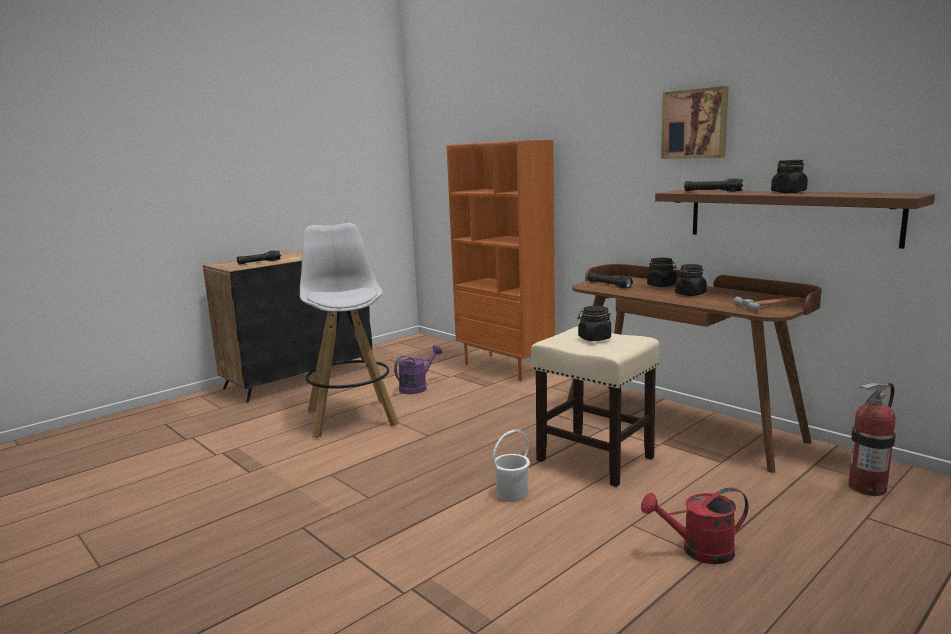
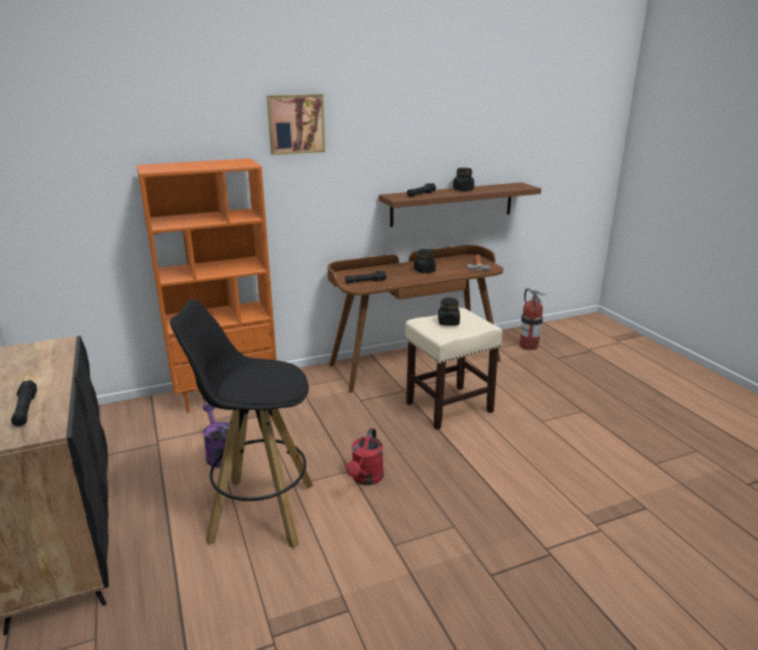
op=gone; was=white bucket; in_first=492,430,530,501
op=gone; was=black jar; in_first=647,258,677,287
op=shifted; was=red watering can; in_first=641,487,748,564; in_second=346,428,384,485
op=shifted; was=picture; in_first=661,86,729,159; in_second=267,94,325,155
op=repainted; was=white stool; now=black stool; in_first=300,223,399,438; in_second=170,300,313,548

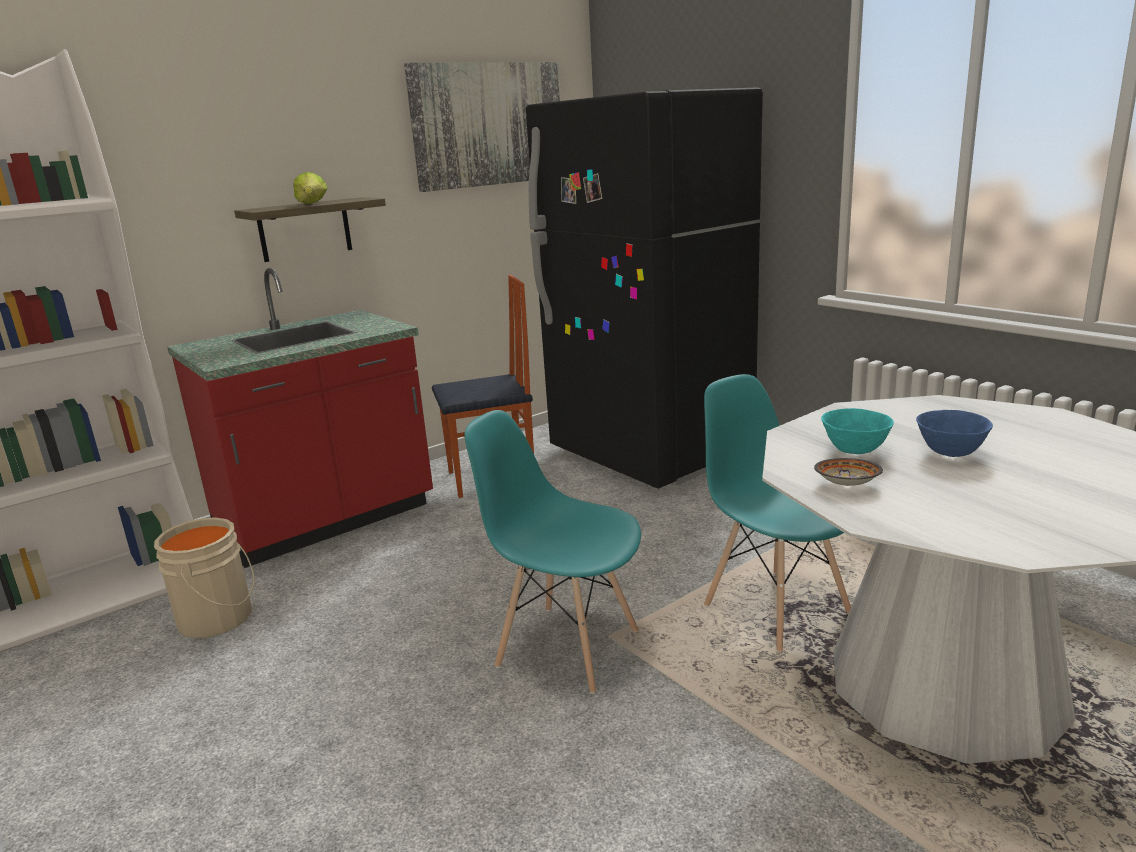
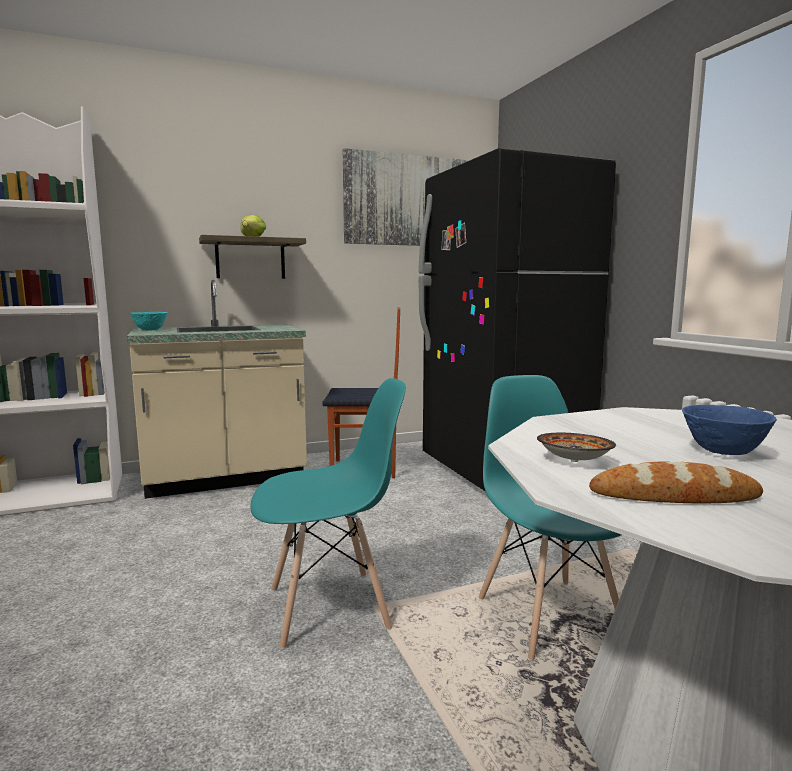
op=gone; was=beige bucket; in_first=154,517,255,638
op=new; now=bread; in_second=589,461,763,503
op=shifted; was=turquoise bowl; in_first=821,408,894,454; in_second=130,312,168,330
op=repainted; was=red counter; now=beige counter; in_first=167,268,433,568; in_second=127,280,307,499
op=rotated; was=turquoise chair; in_first=464,410,641,694; in_second=250,378,406,649; clockwise=120

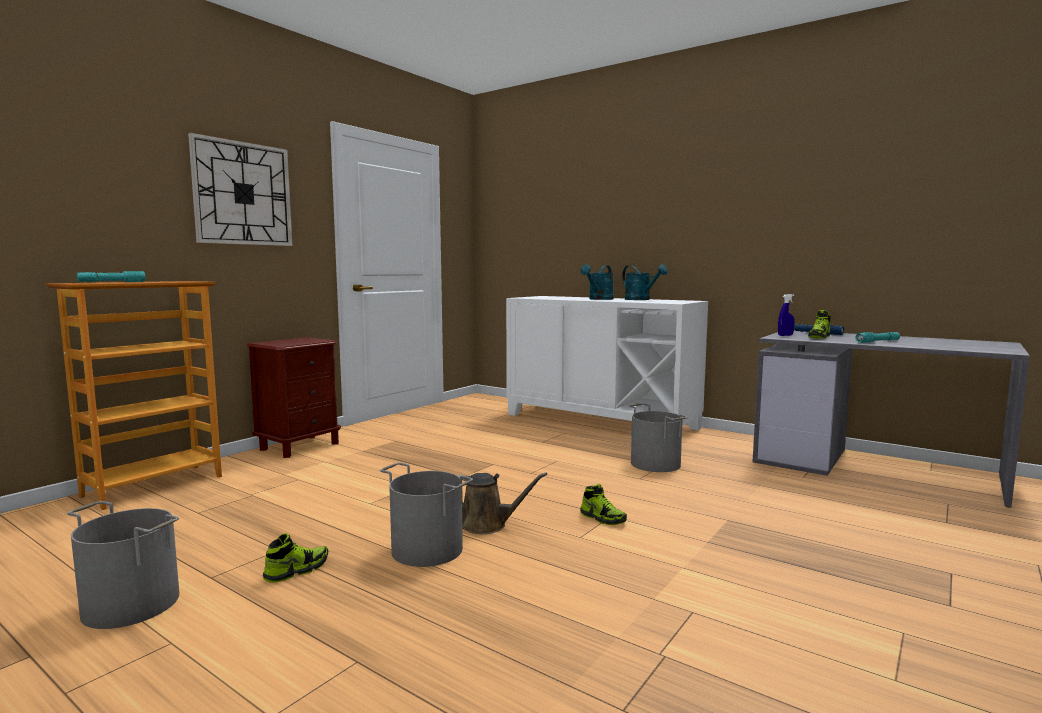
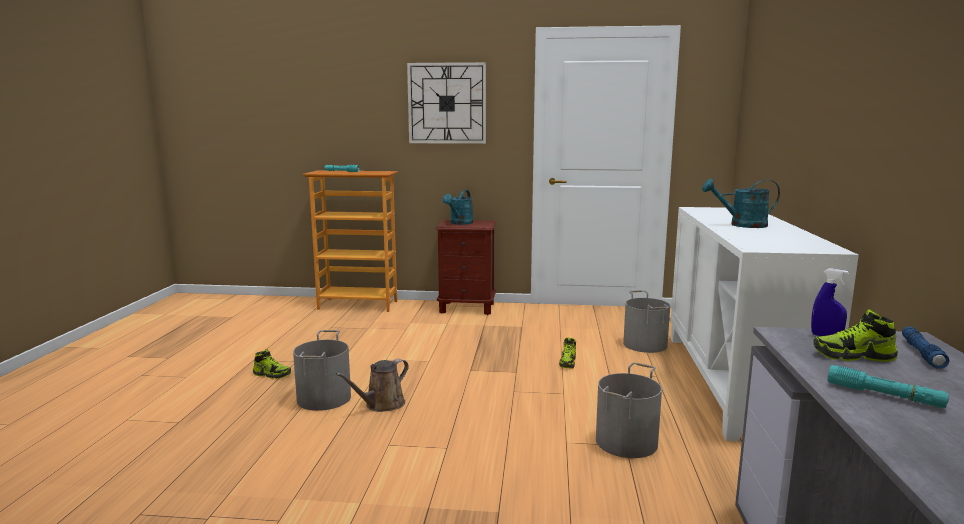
op=shifted; was=grey bucket; in_first=67,501,179,629; in_second=623,290,670,353
op=shifted; was=shoe; in_first=580,484,627,525; in_second=559,337,576,369
op=shifted; was=turquoise watering can; in_first=622,264,668,300; in_second=442,190,473,225
op=rotated; was=brown watering can; in_first=457,473,547,534; in_second=336,359,409,412; clockwise=60

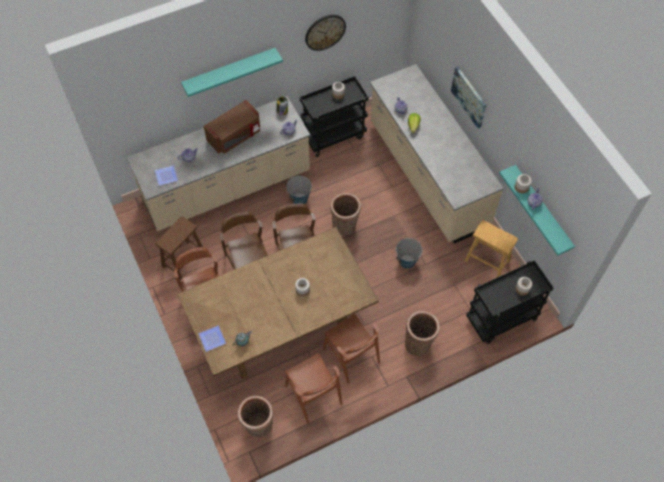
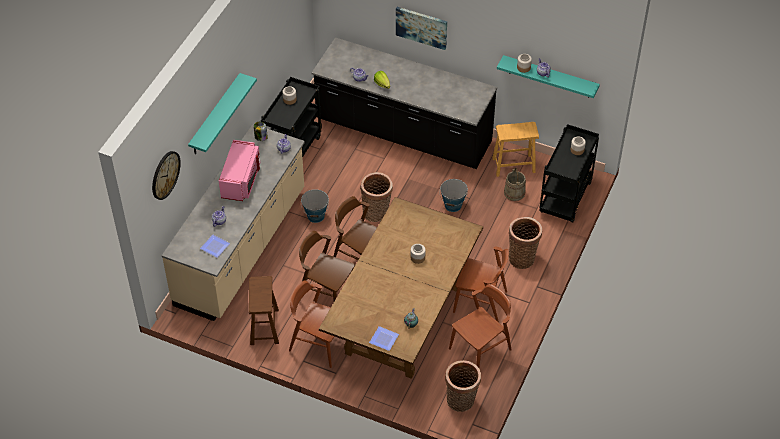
op=new; now=beige bucket; in_second=504,168,526,201
op=shifted; was=wall clock; in_first=305,15,346,51; in_second=152,151,181,200
op=repainted; was=brown microwave; now=pink microwave; in_first=204,100,260,154; in_second=219,140,260,201
op=repainted; was=beige counter; now=black counter; in_first=370,64,504,244; in_second=311,37,497,169
op=rotated; was=brown chair; in_first=285,353,342,424; in_second=449,284,512,367; clockwise=-60

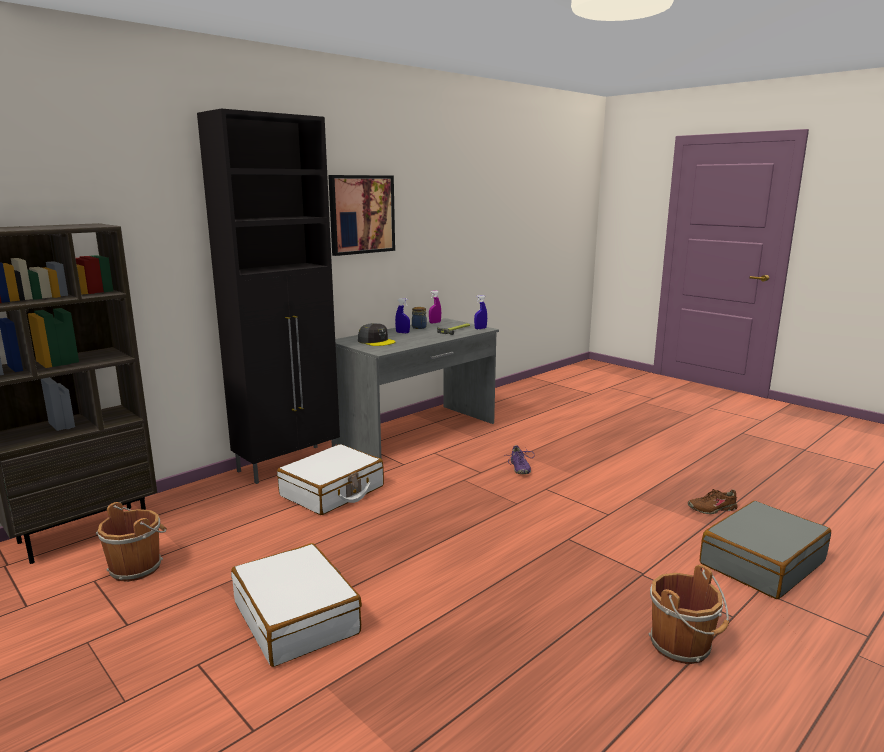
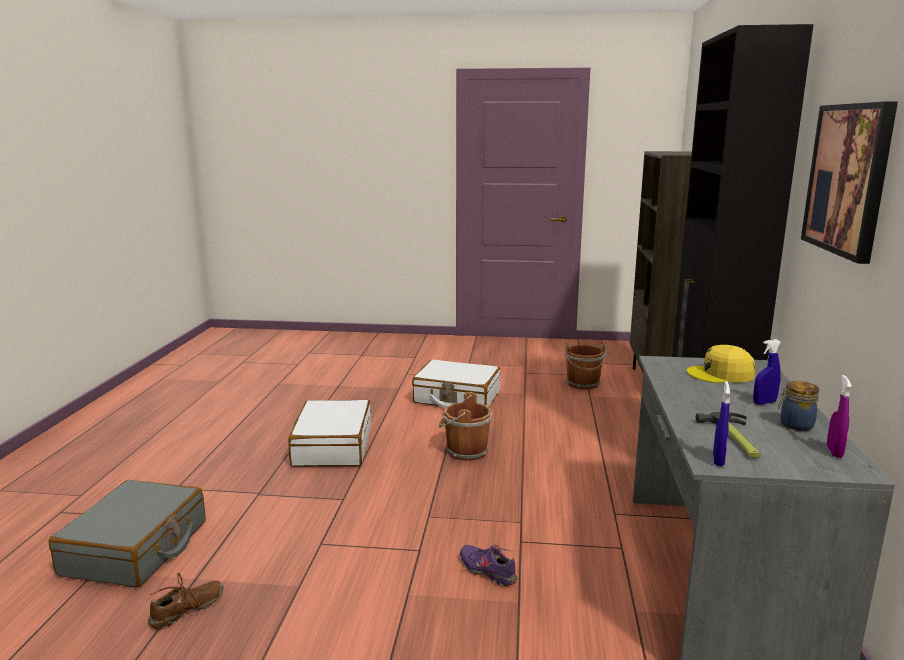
op=shifted; was=white suitcase; in_first=277,444,384,515; in_second=288,400,371,467
op=shifted; was=brown bucket; in_first=649,565,729,664; in_second=438,392,492,461
op=repainted; was=grey cap; now=yellow cap; in_first=358,323,396,346; in_second=687,345,755,383

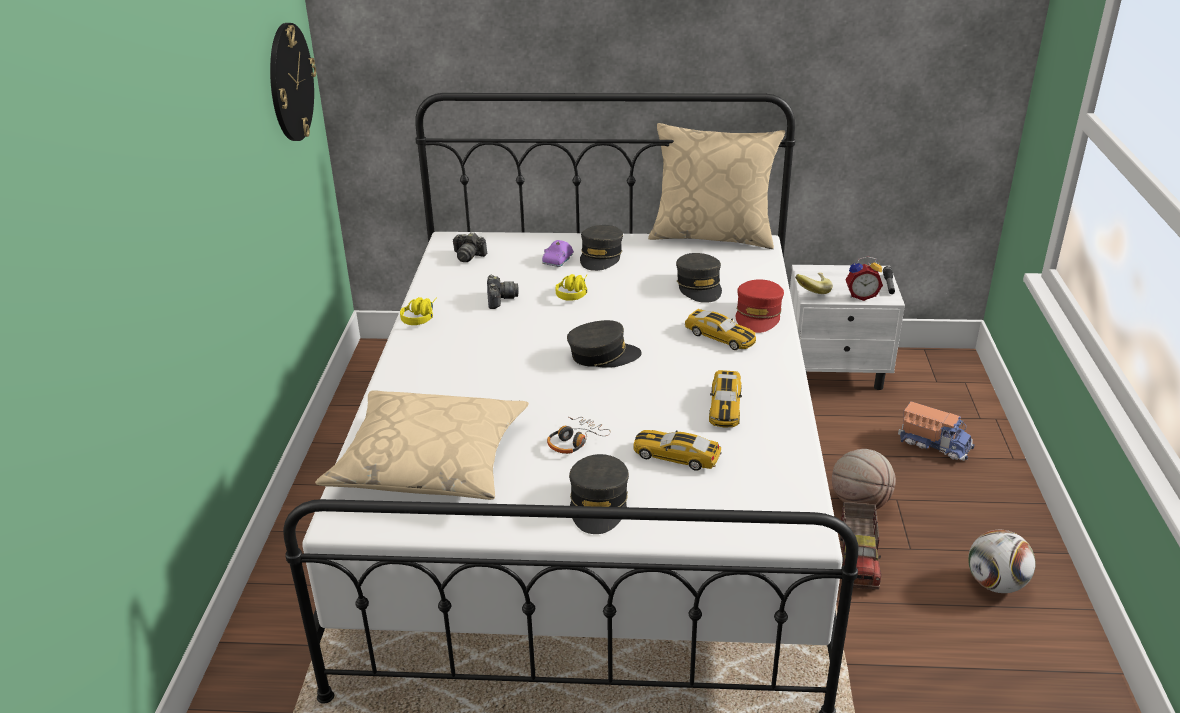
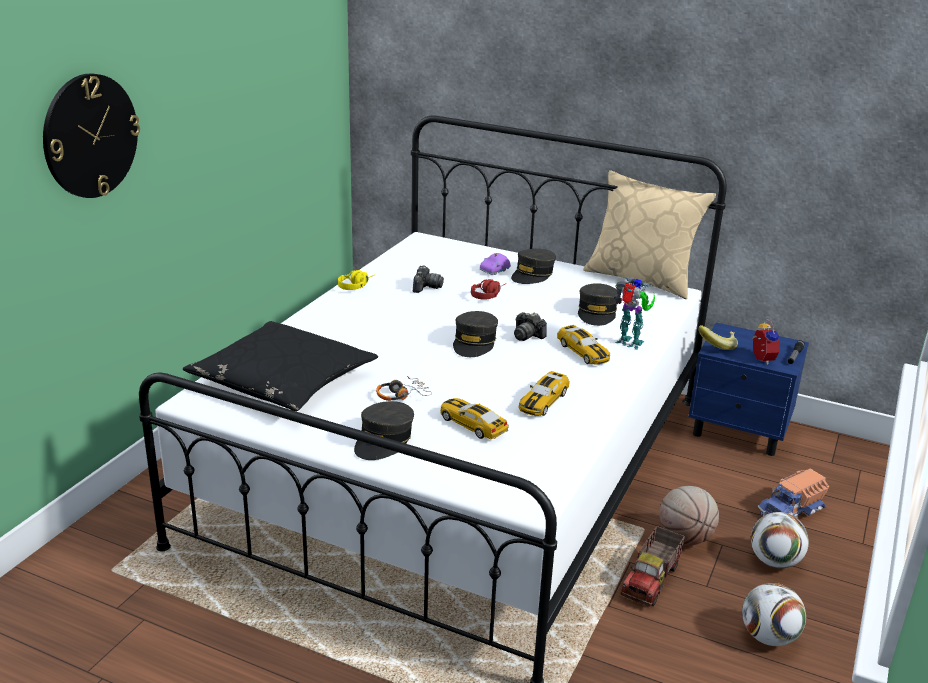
op=new; now=football; in_second=751,512,809,568
op=shifted; was=wall clock; in_first=270,23,316,141; in_second=43,74,140,198
op=shifted; was=photo camera; in_first=453,232,487,262; in_second=514,312,547,341
op=swapped; was=red cap; now=toy robot; in_first=736,279,784,333; in_second=615,277,655,350
op=repainted; was=beige pillow; now=black pillow; in_first=315,390,529,500; in_second=183,321,378,411
op=repainted; was=yellow headphones; now=red headphones; in_first=556,274,587,301; in_second=471,279,506,300
op=repainted; was=white nightstand; now=blue nightstand; in_first=790,265,905,390; in_second=688,323,809,456
op=rotated; was=grey cap; in_first=567,320,642,368; in_second=453,311,498,357; clockwise=90
op=rotated; was=alarm clock; in_first=845,256,883,301; in_second=752,319,779,365; clockwise=-120
op=rotated; was=toy truck; in_first=898,401,974,461; in_second=758,469,829,520; clockwise=90

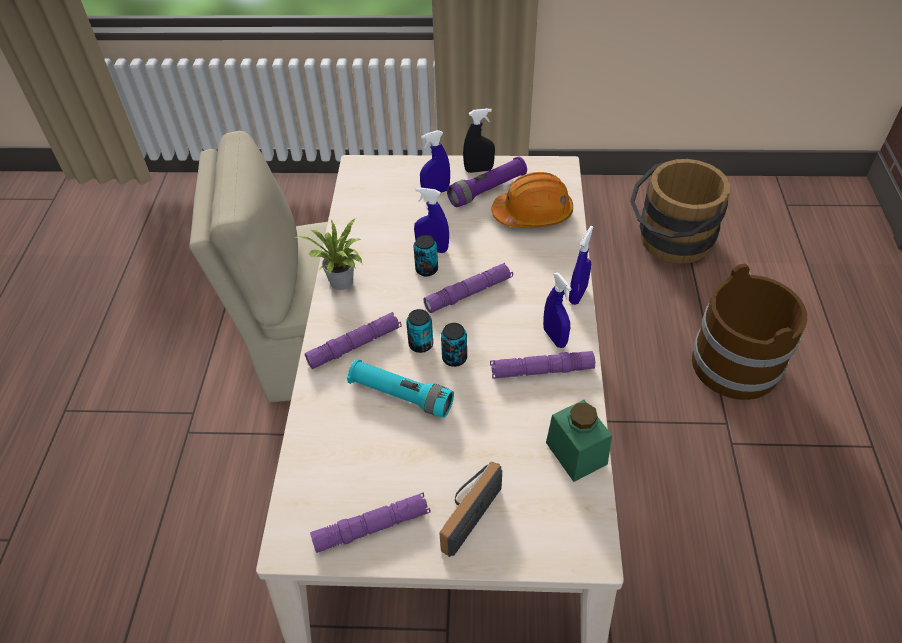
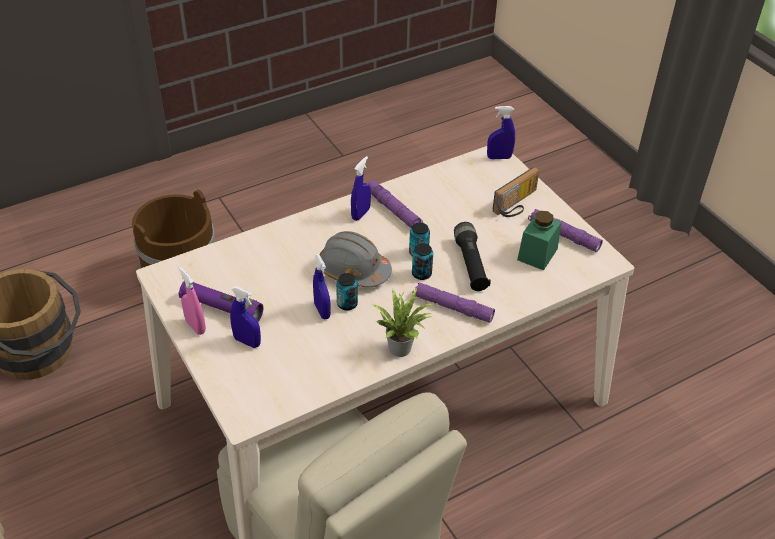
op=gone; was=orange hard hat; in_first=491,172,573,228
op=shifted; was=green jar; in_first=546,400,612,482; in_second=517,211,561,271
op=shifted; was=blue spray bottle; in_first=569,226,594,305; in_second=487,106,515,159
op=swapped; was=purple flashlight; now=grey hard hat; in_first=423,263,513,313; in_second=319,231,392,288
op=repainted; was=turquoise flashlight; now=black flashlight; in_first=347,359,454,418; in_second=454,222,491,291
op=repainted; was=black spray bottle; now=pink spray bottle; in_first=463,108,495,173; in_second=178,267,206,335
op=rotated; was=radio; in_first=439,462,502,557; in_second=493,167,539,217; clockwise=-45

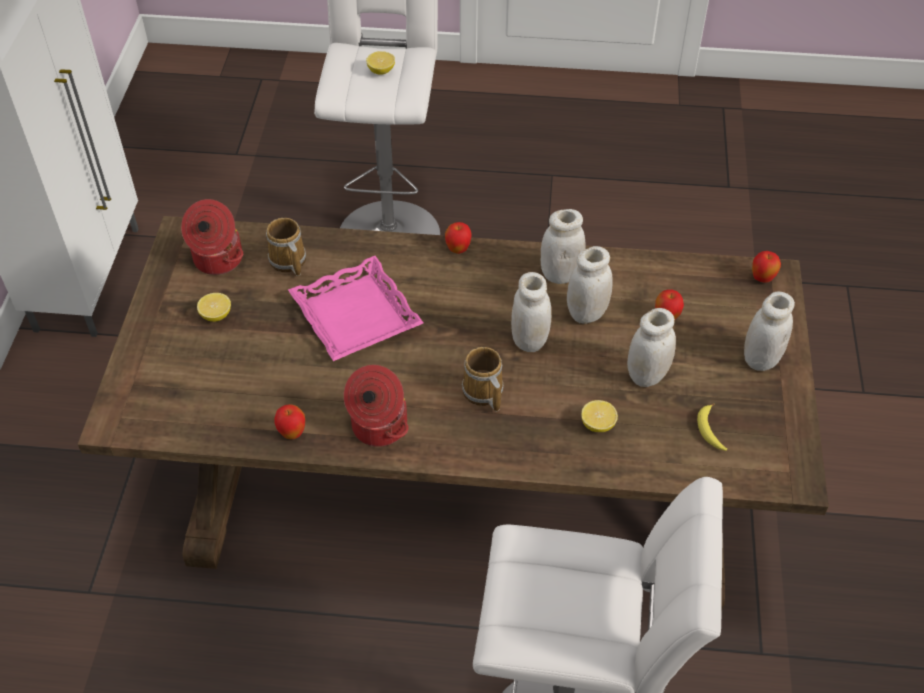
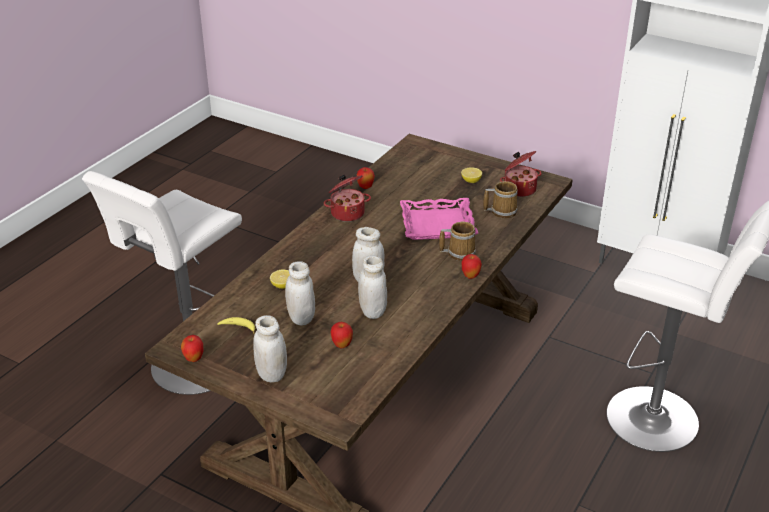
op=gone; was=lemon; in_first=366,51,395,75
op=gone; was=white jar; in_first=541,209,585,284
op=shifted; was=mug; in_first=462,347,504,411; in_second=439,221,476,261
op=shifted; was=apple; in_first=752,251,781,283; in_second=181,335,203,362

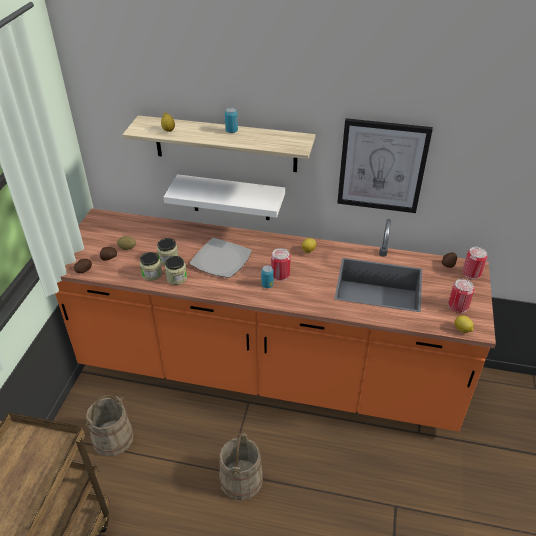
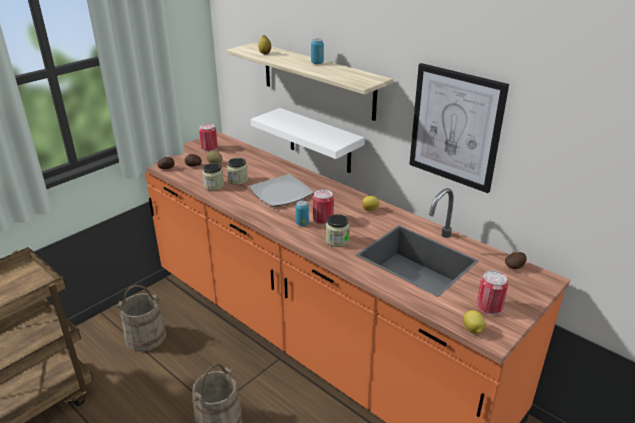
op=shifted; was=jar; in_first=165,256,187,285; in_second=326,214,350,247
op=shifted; was=can; in_first=463,247,488,279; in_second=199,123,218,152

